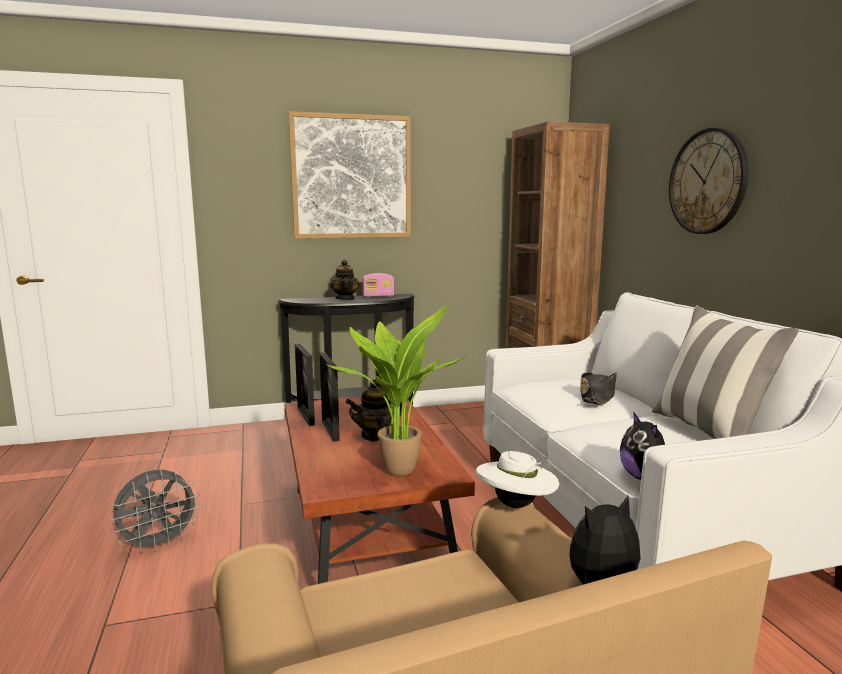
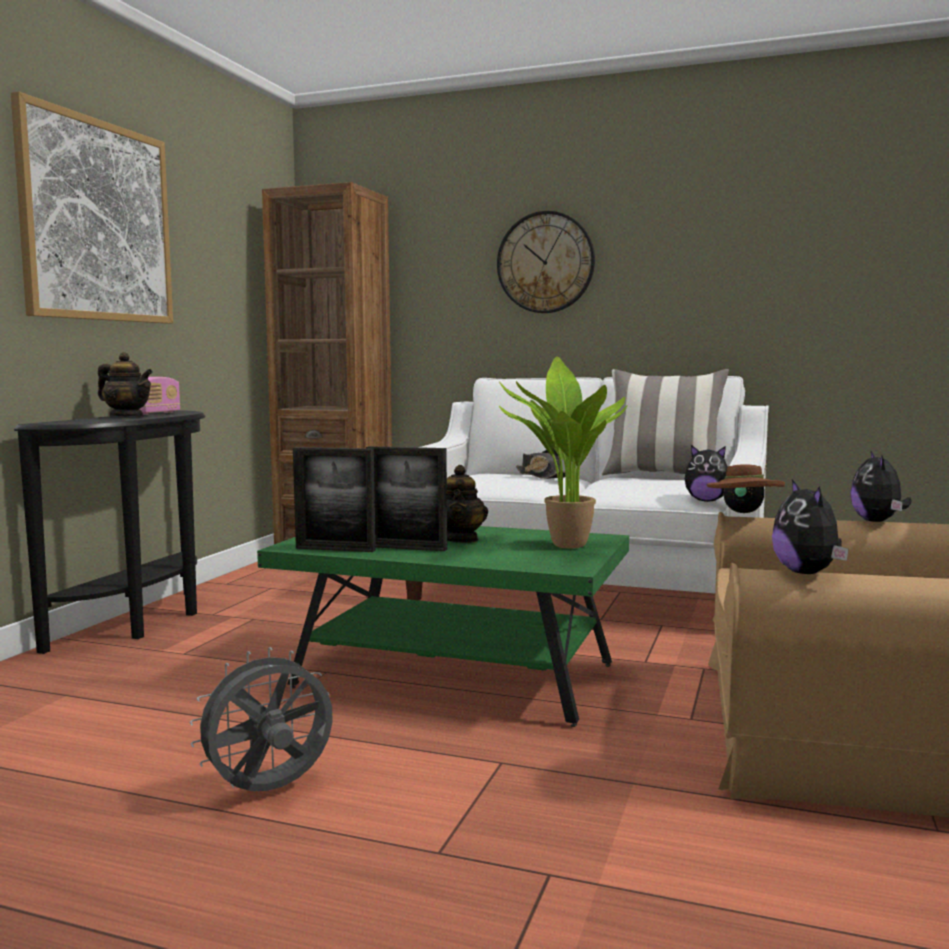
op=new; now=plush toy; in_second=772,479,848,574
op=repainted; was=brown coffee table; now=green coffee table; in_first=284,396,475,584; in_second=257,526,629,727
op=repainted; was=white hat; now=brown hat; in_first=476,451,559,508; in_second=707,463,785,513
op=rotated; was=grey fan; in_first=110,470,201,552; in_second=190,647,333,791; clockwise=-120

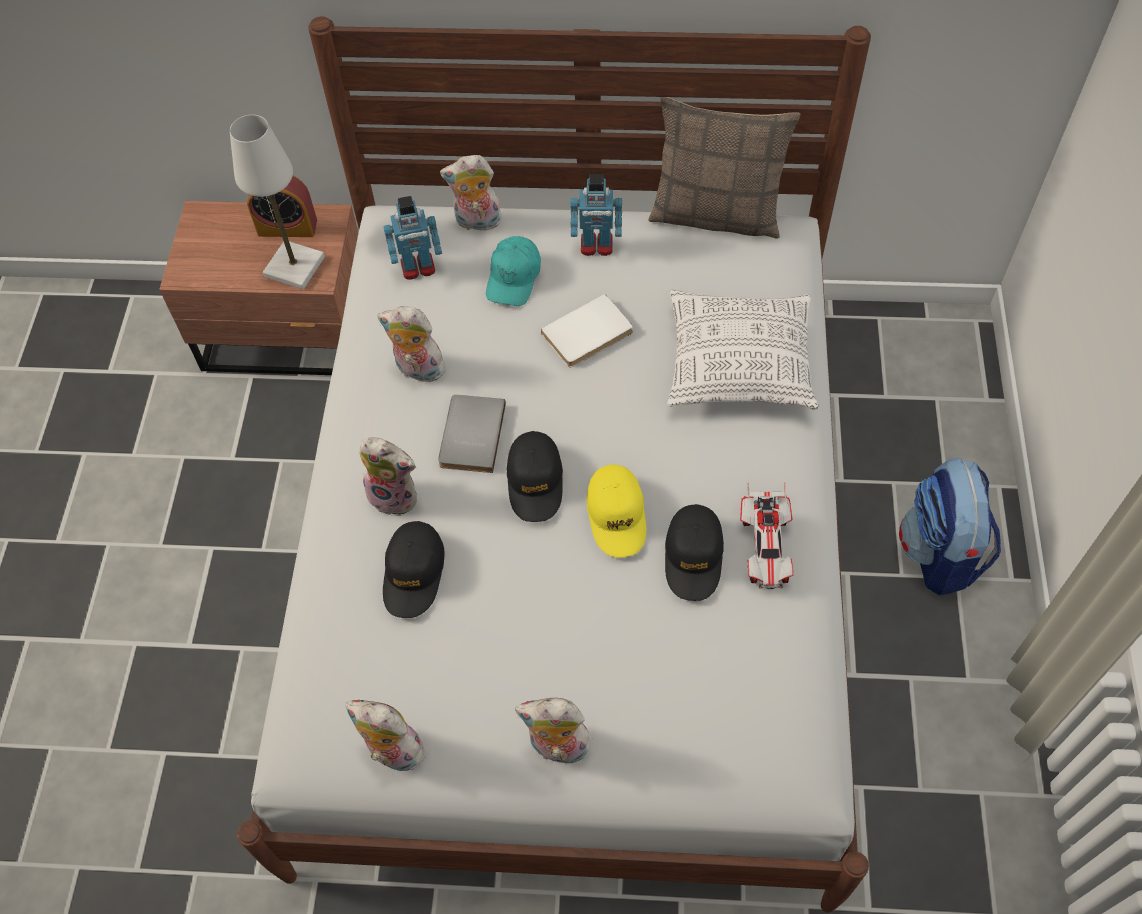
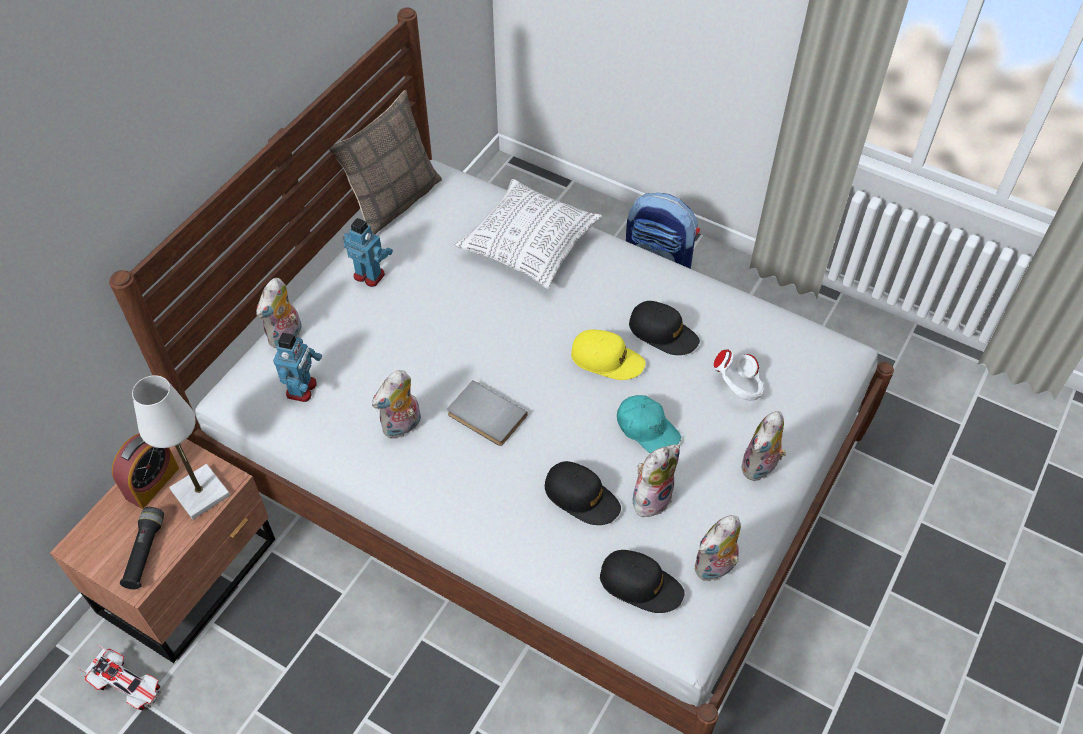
op=gone; was=white book; in_first=541,294,633,368
op=new; now=black flashlight; in_second=120,507,164,589
op=new; now=white headphones; in_second=714,350,763,401
op=shifted; was=plush toy; in_first=359,437,417,516; in_second=632,444,680,519
op=shifted; was=turquoise cap; in_first=486,236,541,306; in_second=617,395,681,453
op=shifted; was=black cap; in_first=507,431,563,522; in_second=600,550,684,613
op=shifted; was=toy car; in_first=740,482,793,589; in_second=79,644,161,711
op=rotated; was=toy robot; in_first=570,174,622,256; in_second=342,218,393,287; clockwise=-90

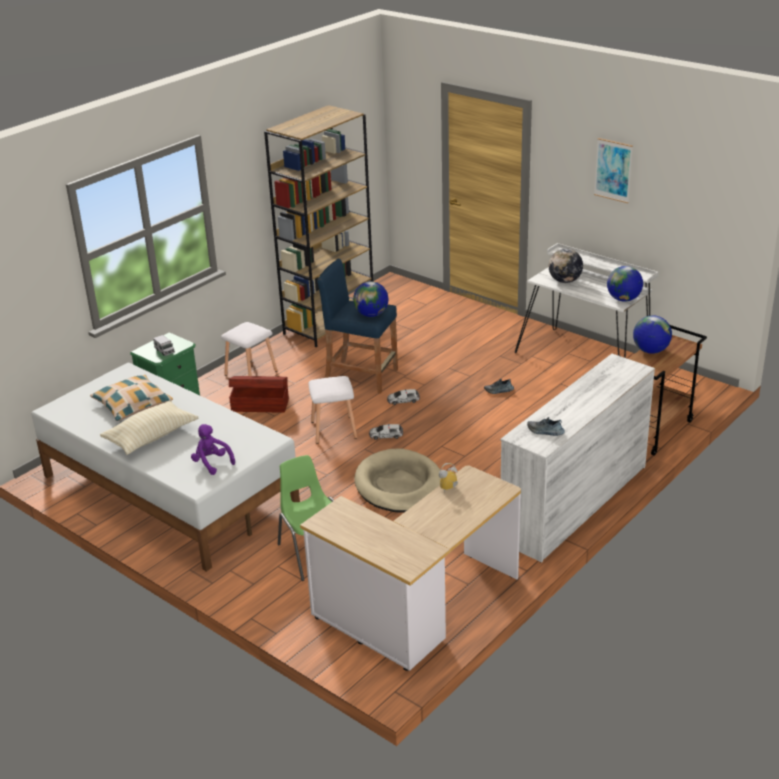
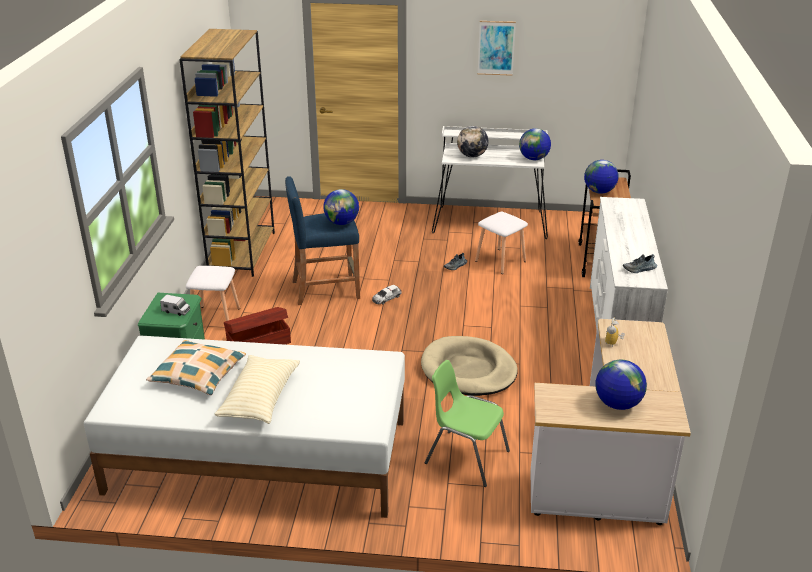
op=gone; was=purple plush toy; in_first=191,424,235,475
op=gone; was=toy car; in_first=369,424,403,440
op=new; now=globe; in_second=595,360,647,410
op=shifted; was=white stool; in_first=308,376,357,444; in_second=475,212,528,274

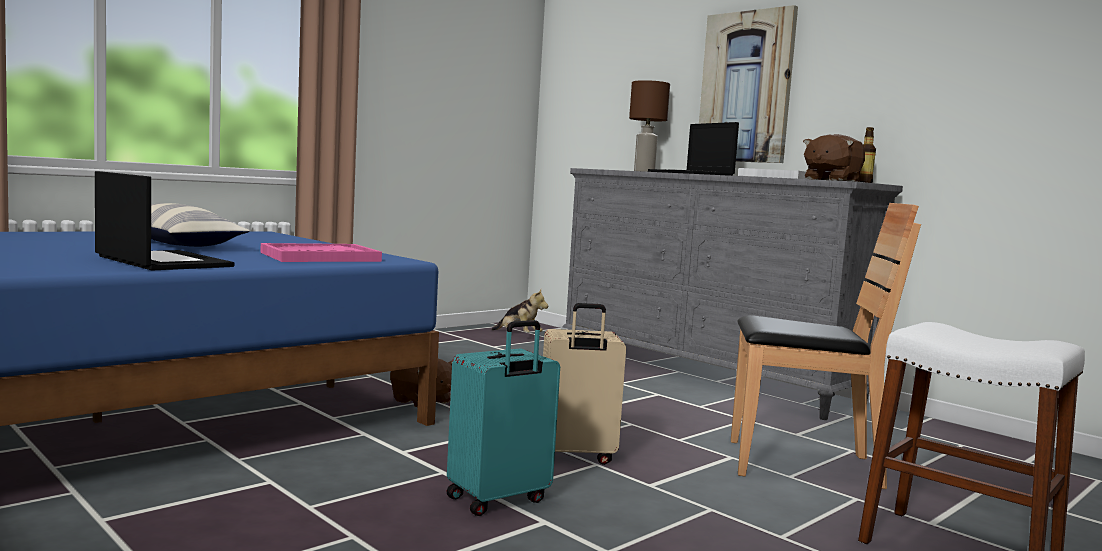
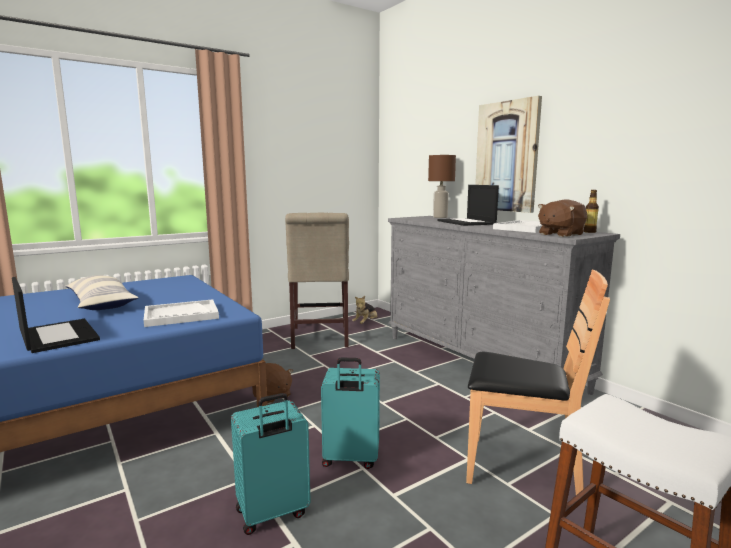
op=new; now=beige chair; in_second=285,213,349,349
op=repainted; was=pink tray; now=white tray; in_first=261,243,382,262; in_second=144,299,219,327
op=repainted; was=beige suitcase; now=turquoise suitcase; in_first=543,303,626,465; in_second=321,358,380,469
op=rotated; was=plush toy; in_first=492,289,549,333; in_second=352,296,378,324; clockwise=75

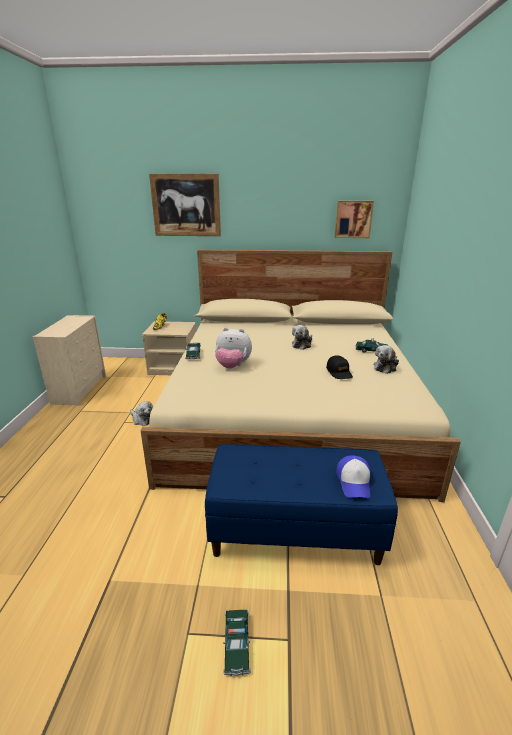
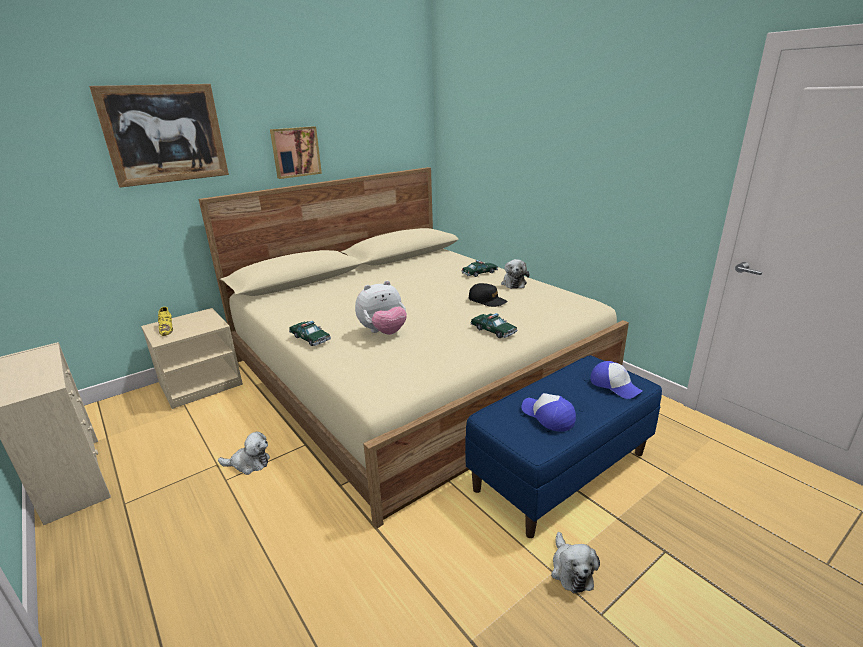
op=new; now=cap; in_second=522,393,576,432
op=shifted; was=toy car; in_first=223,610,251,676; in_second=470,313,517,338
op=shifted; was=plush toy; in_first=292,325,312,350; in_second=551,532,600,593
op=shifted; was=picture; in_first=335,201,374,238; in_second=270,126,322,179

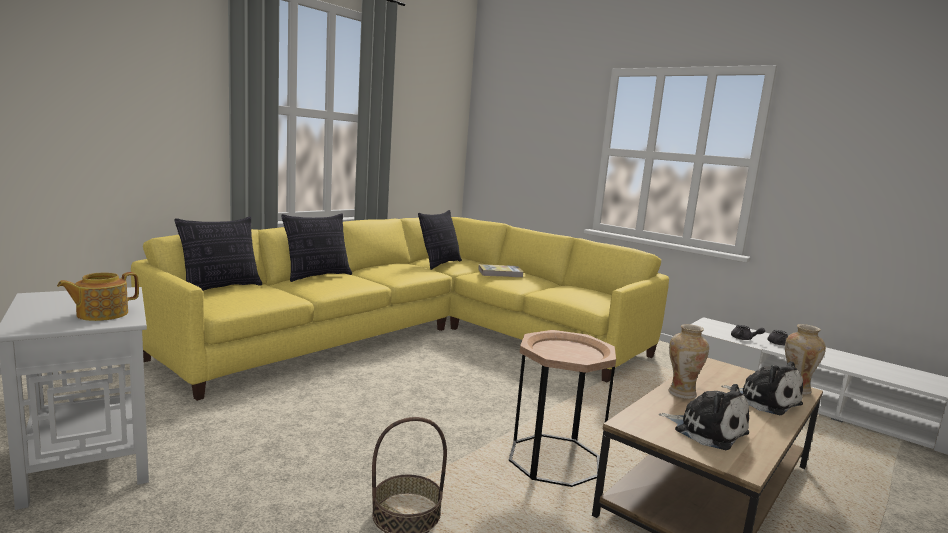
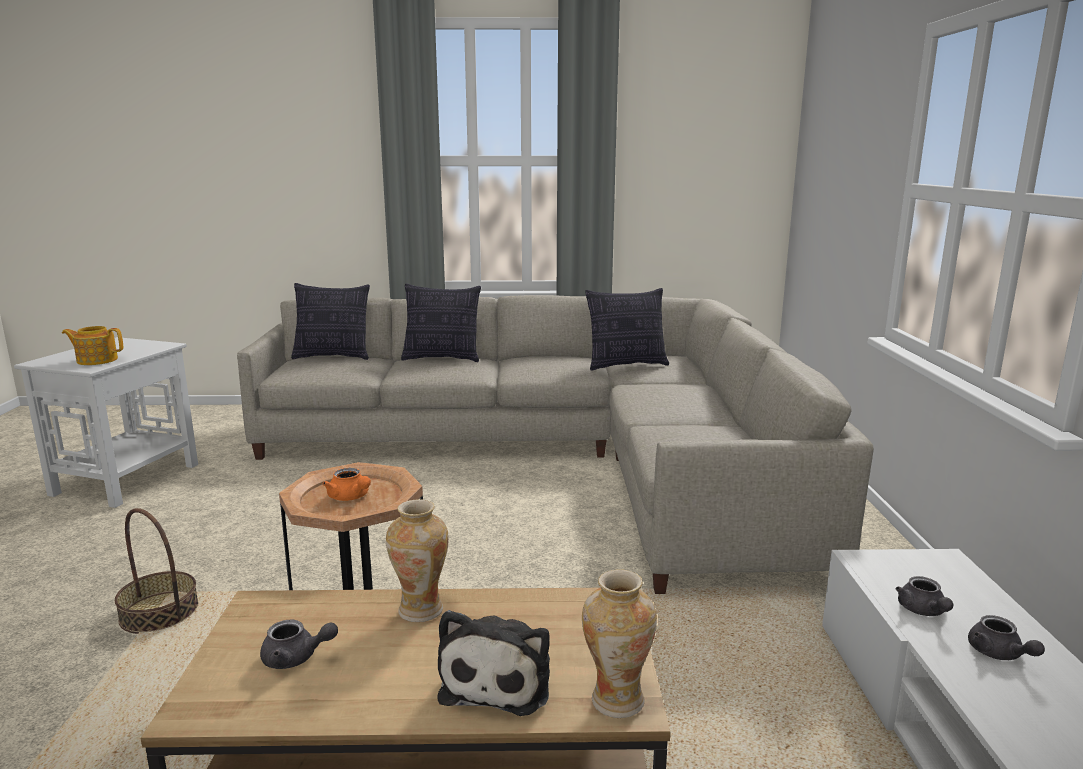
op=gone; was=book; in_first=478,264,524,277
op=new; now=orange teapot; in_second=322,468,371,501
op=swapped; was=plush toy; now=grey teapot; in_first=659,384,749,451; in_second=260,620,338,669
op=repainted; was=yellow sofa; now=grey sofa; in_first=131,217,669,401; in_second=237,295,874,594

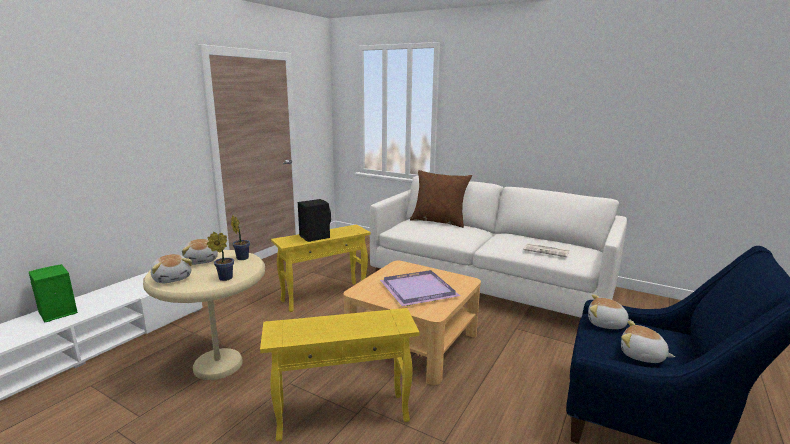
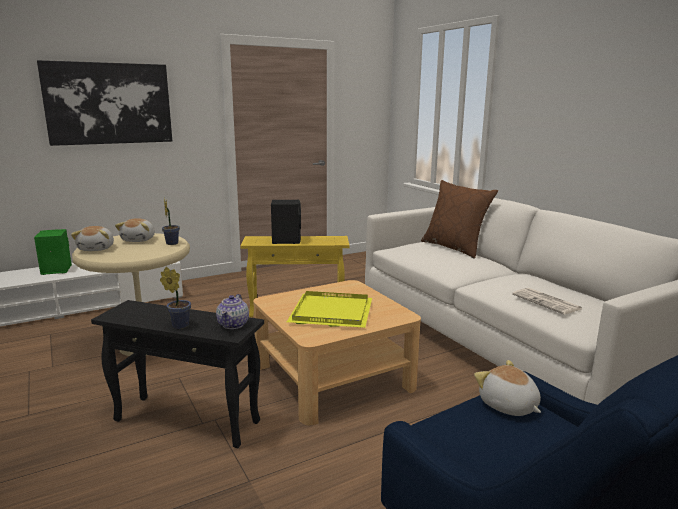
op=gone; was=plush toy; in_first=621,321,675,363
op=new; now=picture; in_second=37,60,172,146
op=new; now=teapot; in_second=216,294,249,329
op=shifted; was=potted plant; in_first=207,232,234,281; in_second=160,267,191,329
op=repainted; was=yellow side table; now=black side table; in_first=260,308,419,441; in_second=91,300,264,448
op=repainted; was=purple tray; now=yellow tray; in_first=380,270,460,306; in_second=287,291,372,328

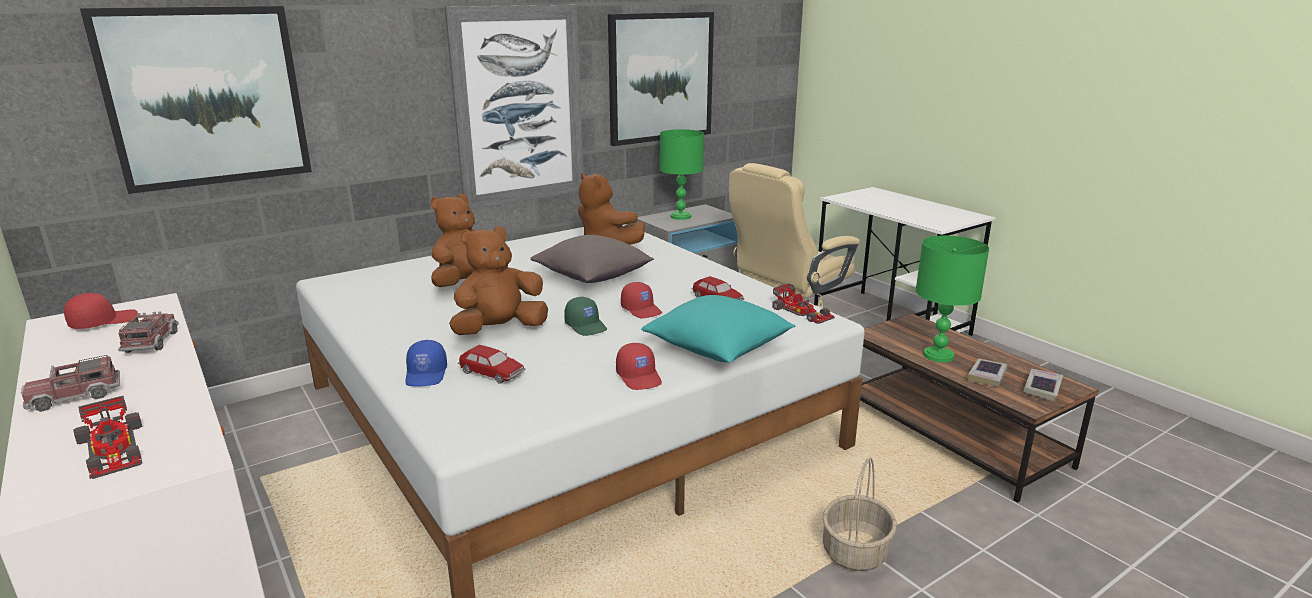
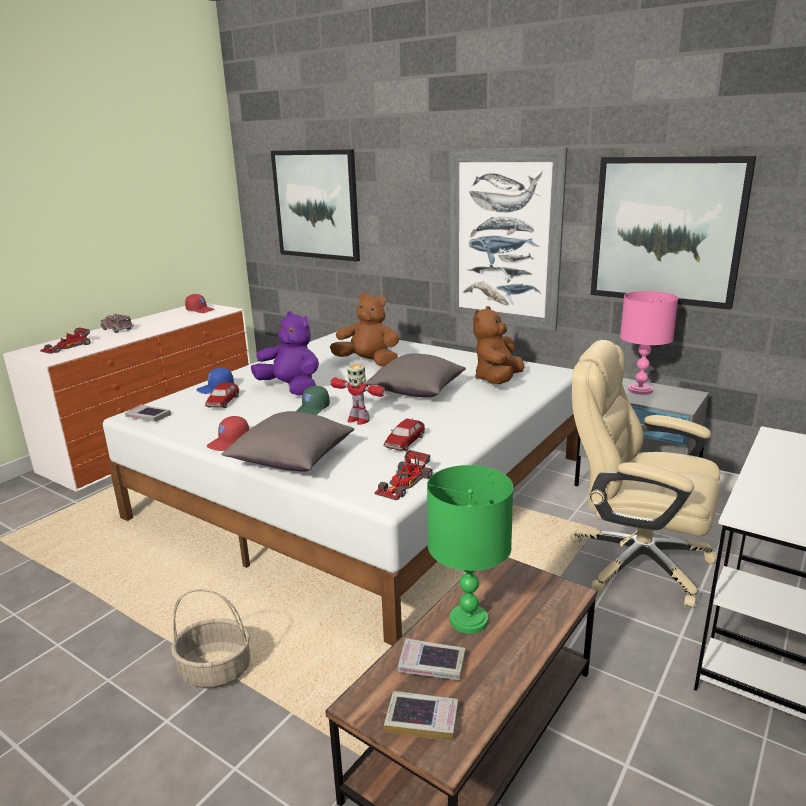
op=gone; was=toy truck; in_first=118,312,179,353
op=new; now=book; in_second=125,404,171,422
op=swapped; was=red cap; now=toy robot; in_first=621,282,662,318; in_second=331,364,386,425
op=repainted; was=brown plush toy; now=purple plush toy; in_first=449,226,548,335; in_second=251,311,319,396
op=repainted; was=turquoise pillow; now=grey pillow; in_first=641,295,795,363; in_second=221,411,354,472
op=repainted; was=green table lamp; now=pink table lamp; in_first=659,129,704,220; in_second=620,291,678,395

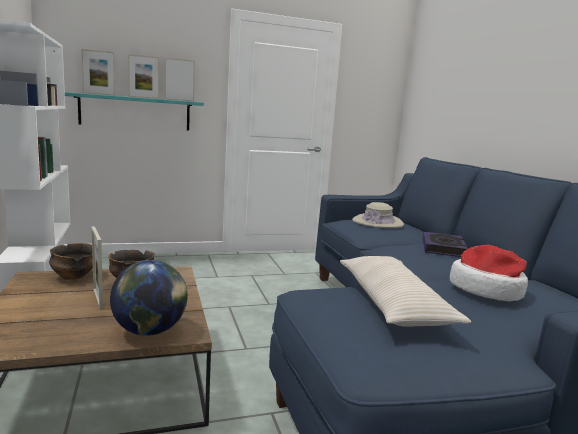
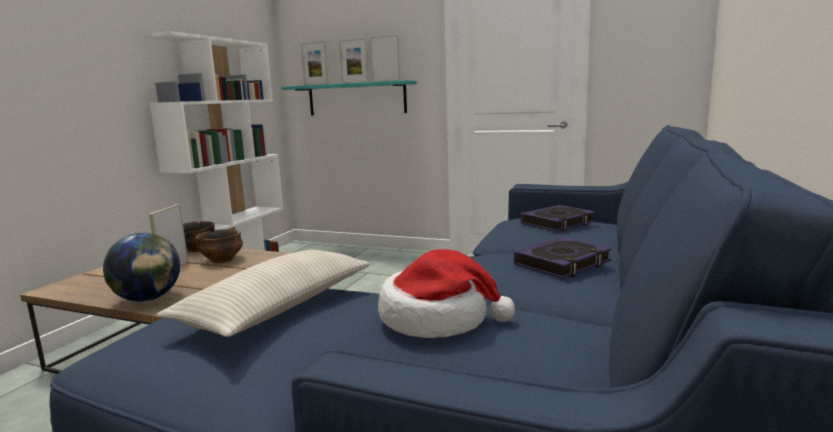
op=swapped; was=beige hat; now=book; in_first=352,202,404,228; in_second=521,205,596,232

